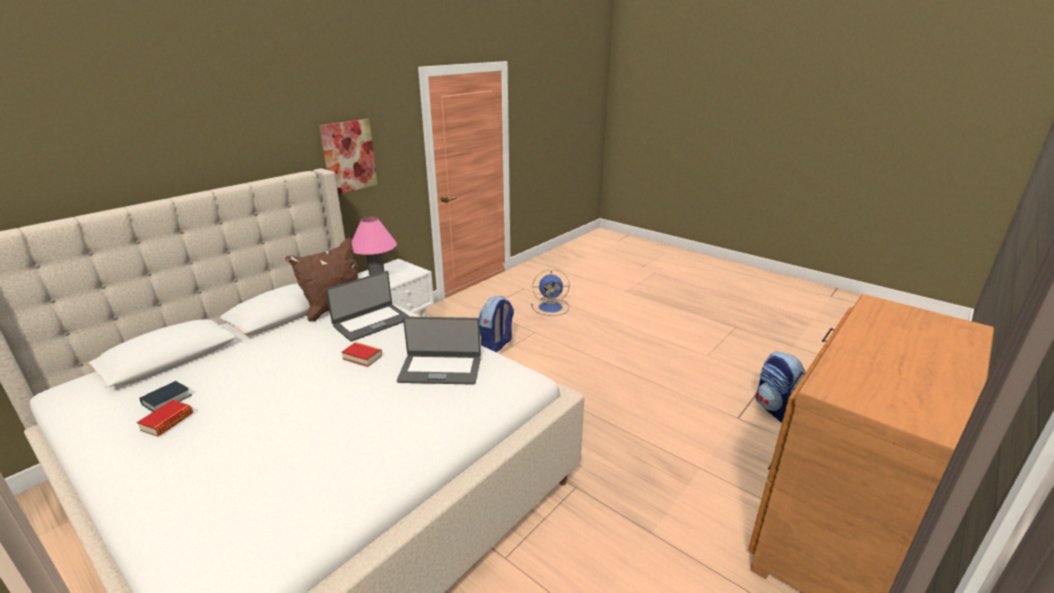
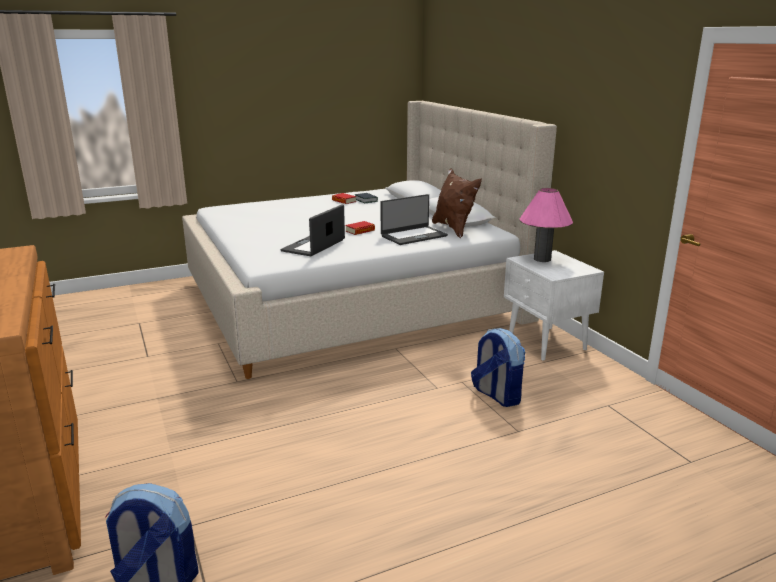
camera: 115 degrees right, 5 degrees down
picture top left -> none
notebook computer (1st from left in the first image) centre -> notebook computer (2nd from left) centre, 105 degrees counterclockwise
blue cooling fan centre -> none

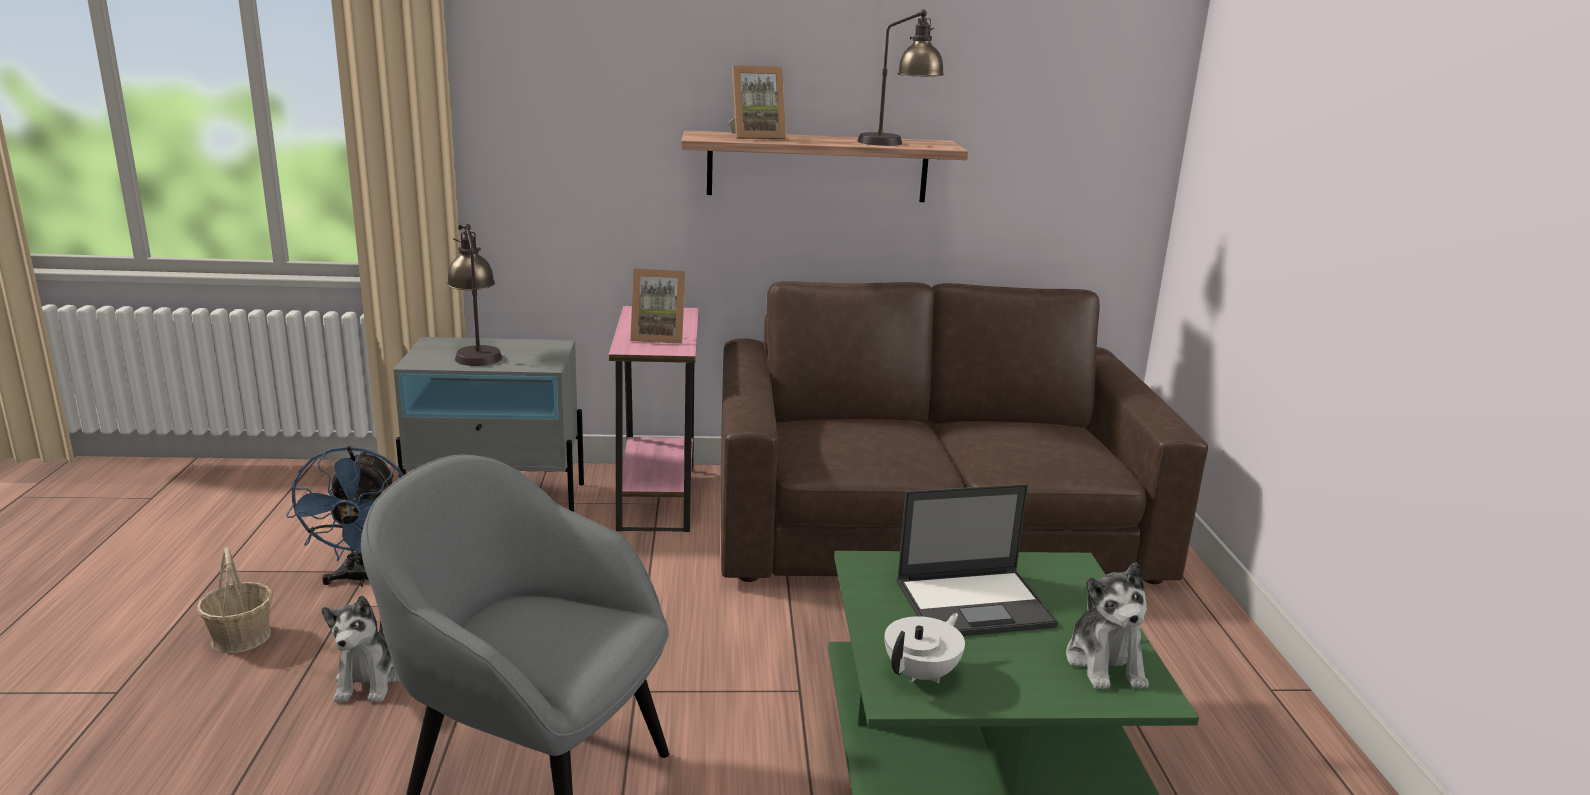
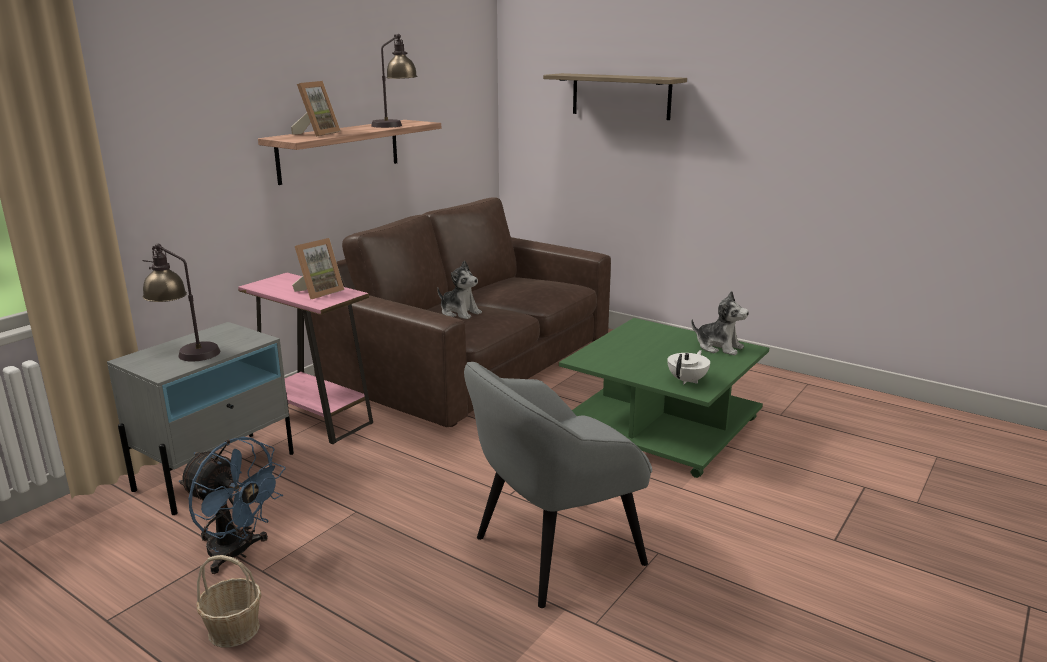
camera: 50 degrees left, 0 degrees up
plush toy (1st from left) bottom left -> plush toy (1st from left) centre, moved
whitish teapot bottom centre -> whitish teapot centre, 45 degrees clockwise
notebook computer bottom centre -> none
none -> bracket shelf (2nd from left) top centre

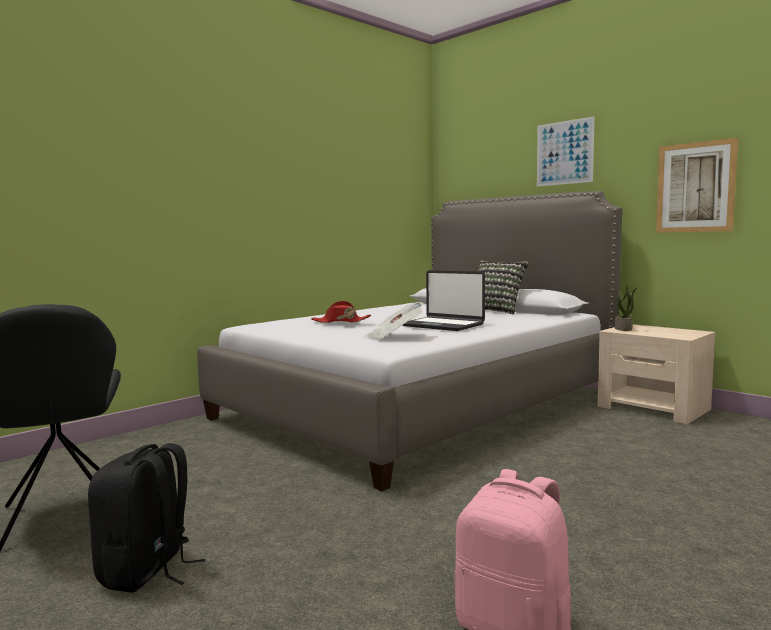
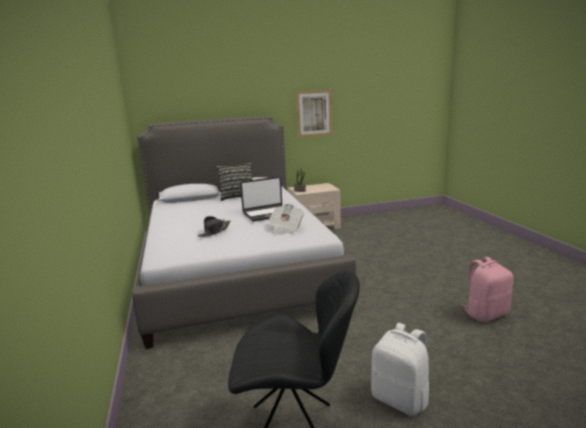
camera: 60 degrees left, 10 degrees up
blackish knapsack bottom left -> whitish knapsack bottom right
red-coloured clothing hat centre -> blackish clothing hat centre
picture (1st from left) top right -> none

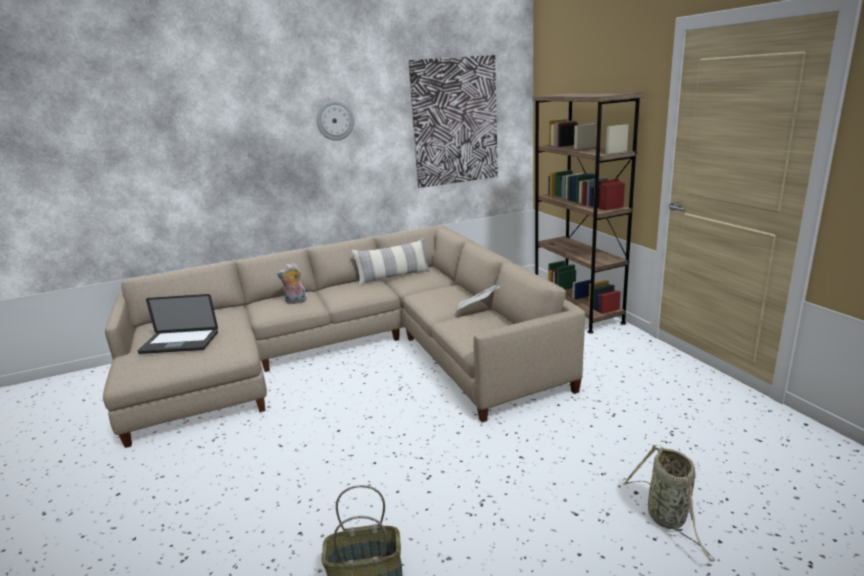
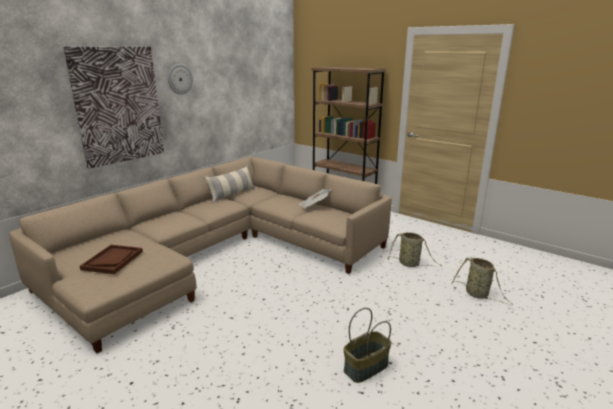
camera: 30 degrees left, 0 degrees up
notebook computer middle left -> brown-coloured tray middle left
plush toy centre -> none
picture top centre -> picture top left, moved
none -> household basket (2nd from left) middle right

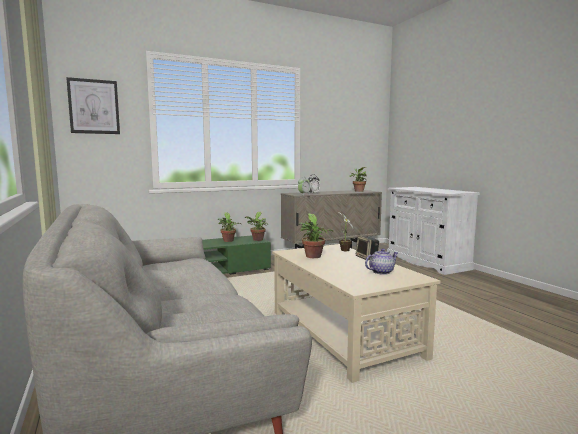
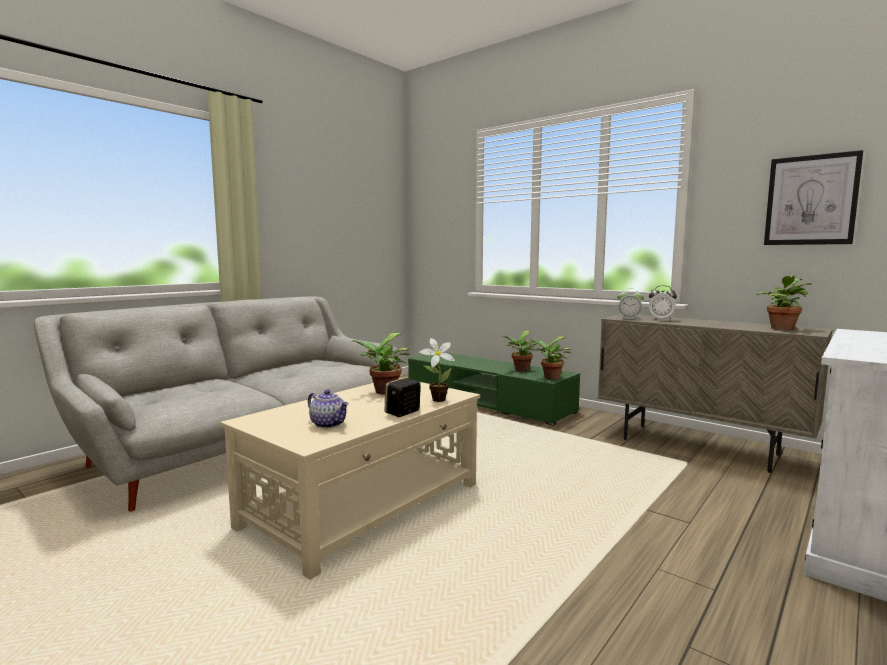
camera: 65 degrees right, 0 degrees up
picture top left -> picture top right, moved

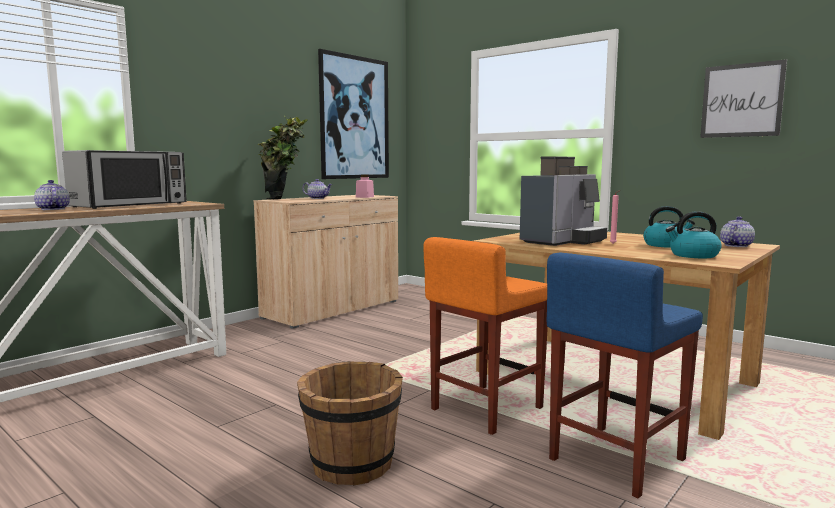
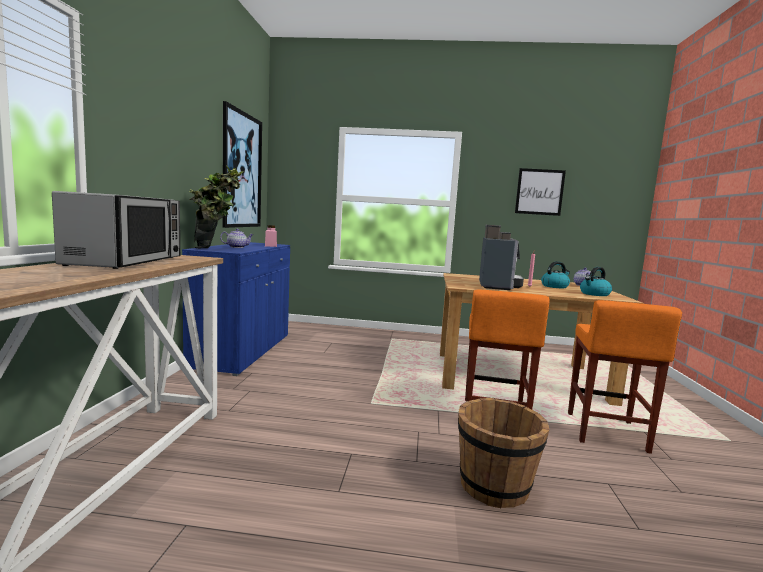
camera: 35 degrees left, 0 degrees up
teapot (1st from left) middle left -> none
beige cabinet centre -> blue cabinet middle left
blue sitting stool bottom right -> orange-coloured sitting stool (2nd from left) middle right

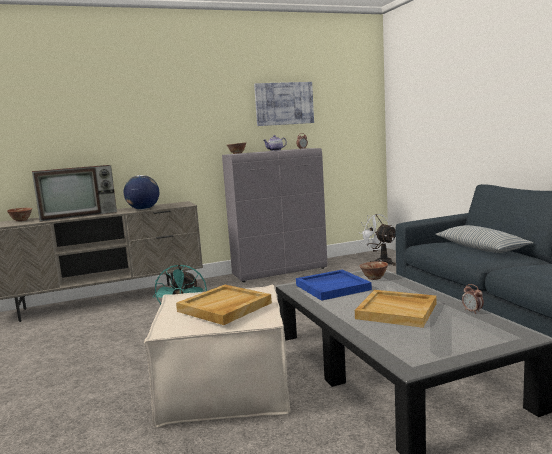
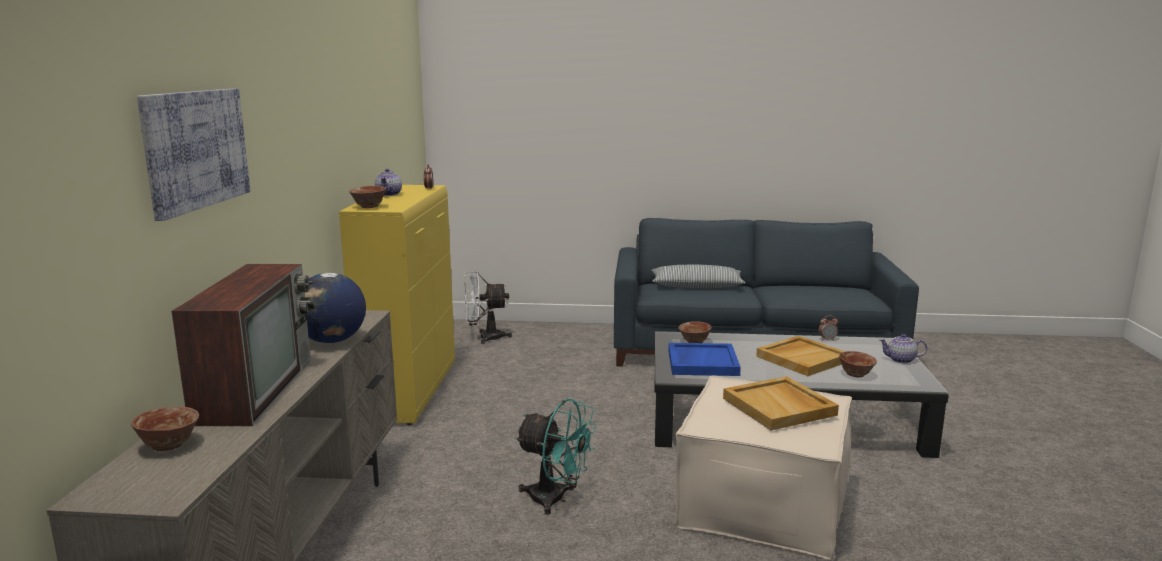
camera: 65 degrees left, 5 degrees up
grey cabinet centre -> yellowish cabinet centre
picture top centre -> picture top left, moved
none -> serving bowl (4th from left) middle right
none -> teapot (2nd from left) middle right

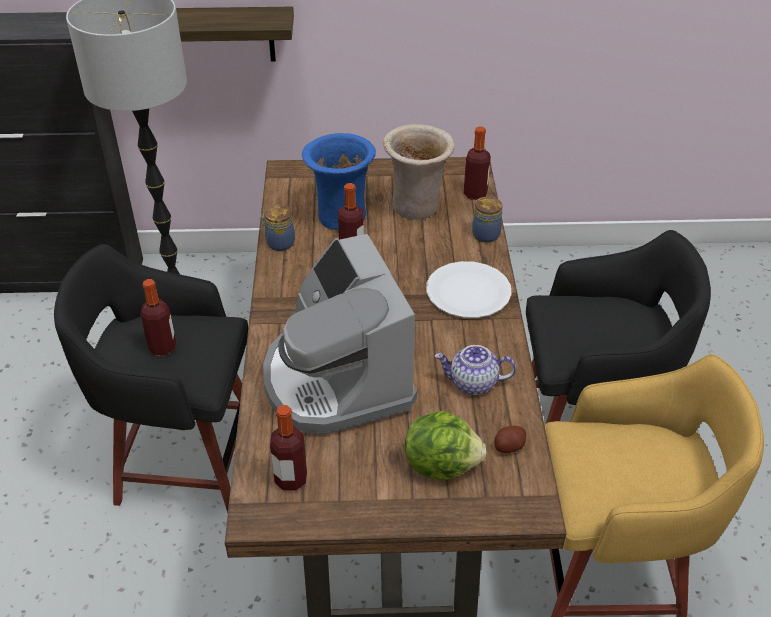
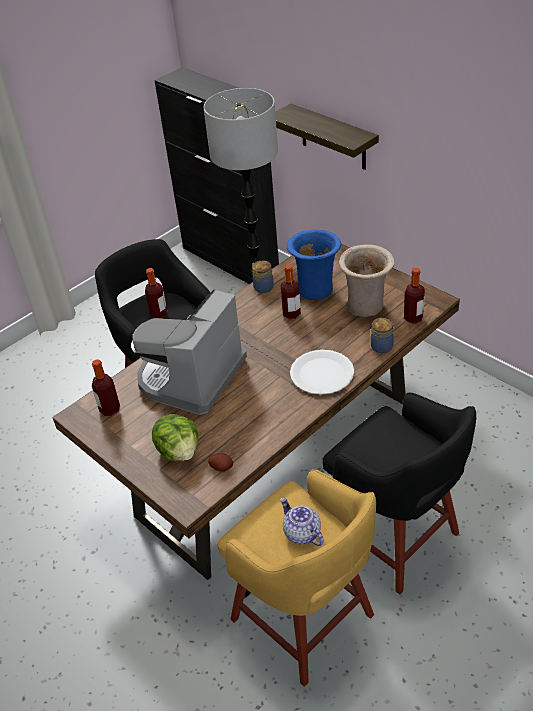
camera: 50 degrees right, 0 degrees up
teapot centre -> teapot bottom centre, moved

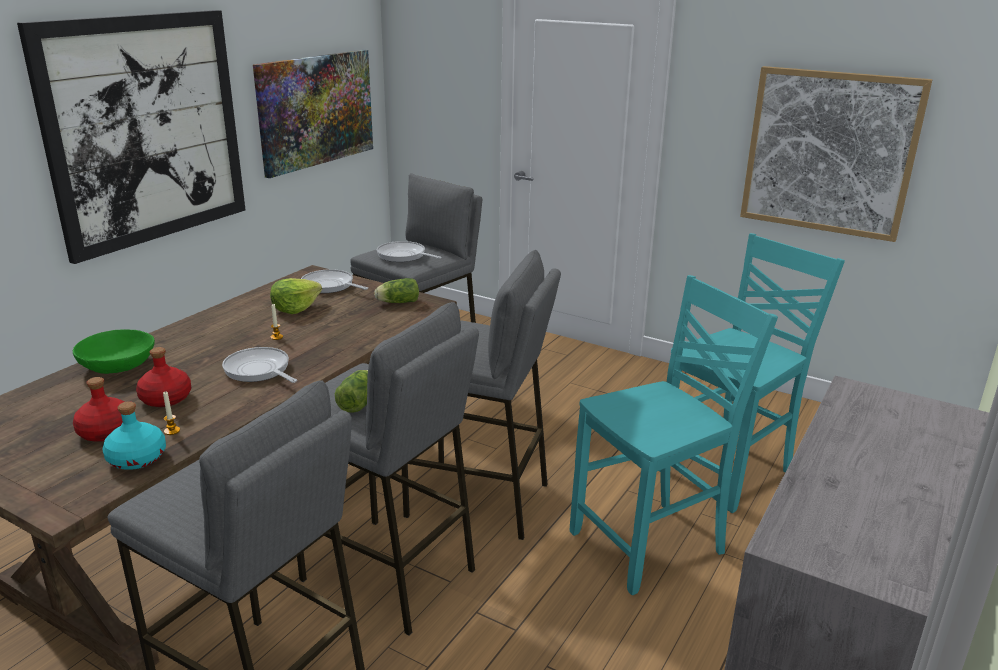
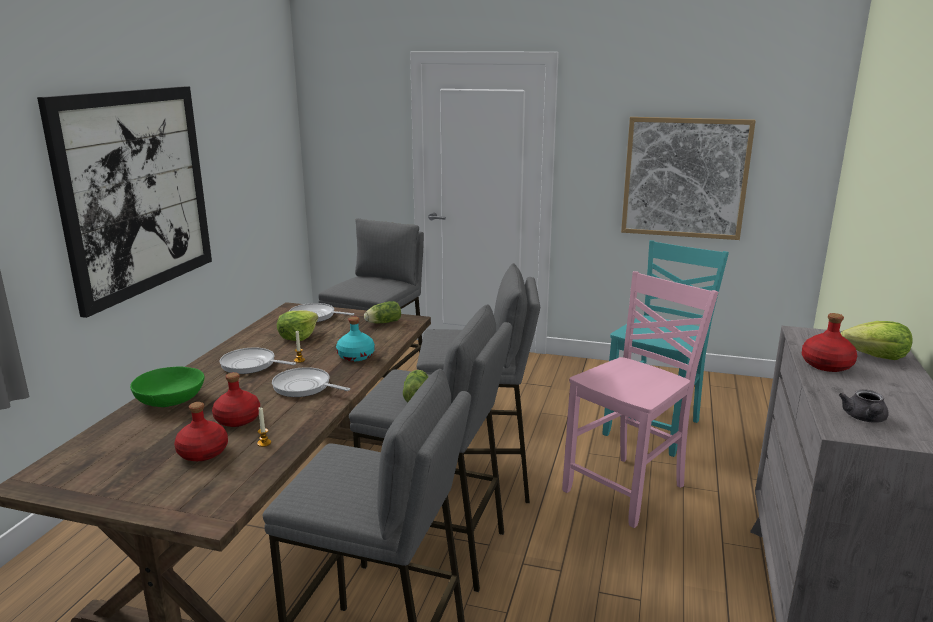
camera: 15 degrees left, 5 degrees down
turquoise-coloured beverage bottle middle left -> turquoise-coloured beverage bottle centre, moved
picture (2nd from left) top left -> none
skillet (3rd from left in the first image) centre -> skillet (1st from left) middle left, moved
turquoise-coloured plain chair (1st from left) middle right -> pink plain chair middle right
none -> red-coloured beverage bottle (3rd from left) middle right
none -> grey teapot middle right
none -> lettuce head (4th from left) middle right

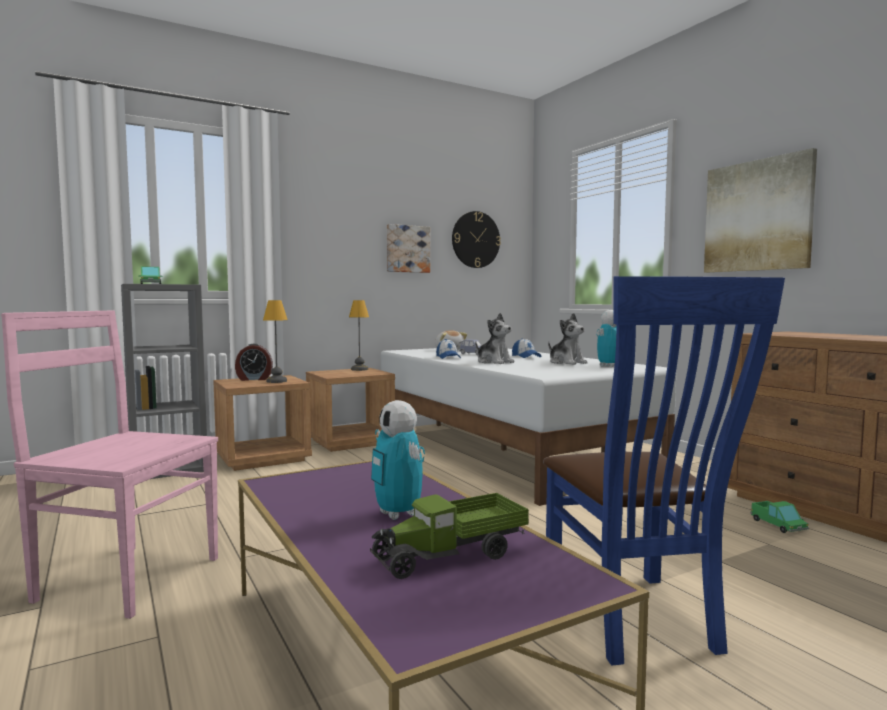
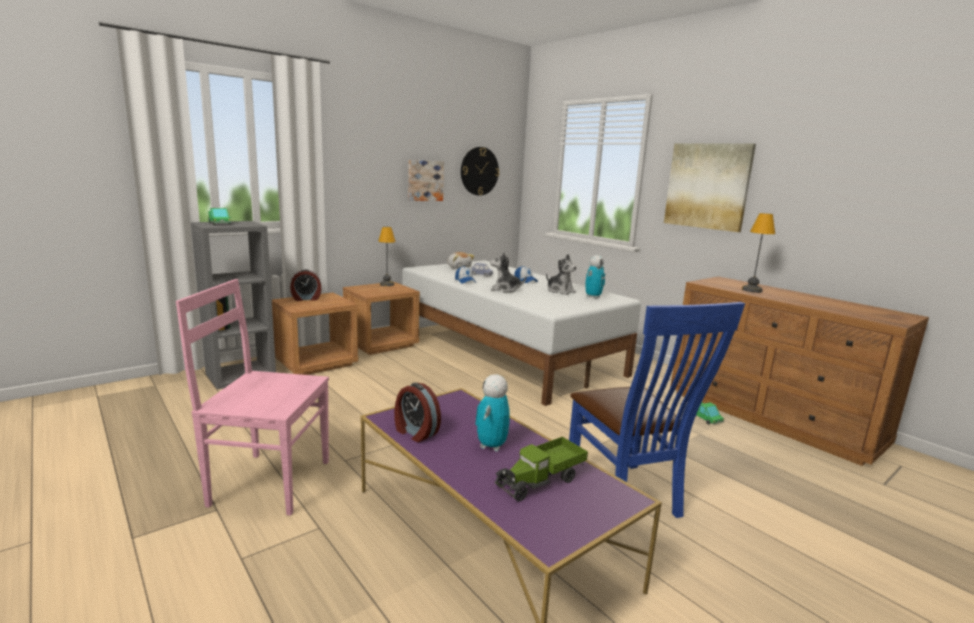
camera: 10 degrees left, 10 degrees up
tabletop lamp (1st from left in the first image) middle left -> tabletop lamp (2nd from left) middle right, moved
toy robot (1st from left) centre, 60 degrees clockwise
plush toy (2nd from left) centre, 150 degrees clockwise
none -> table clock (2nd from left) centre

